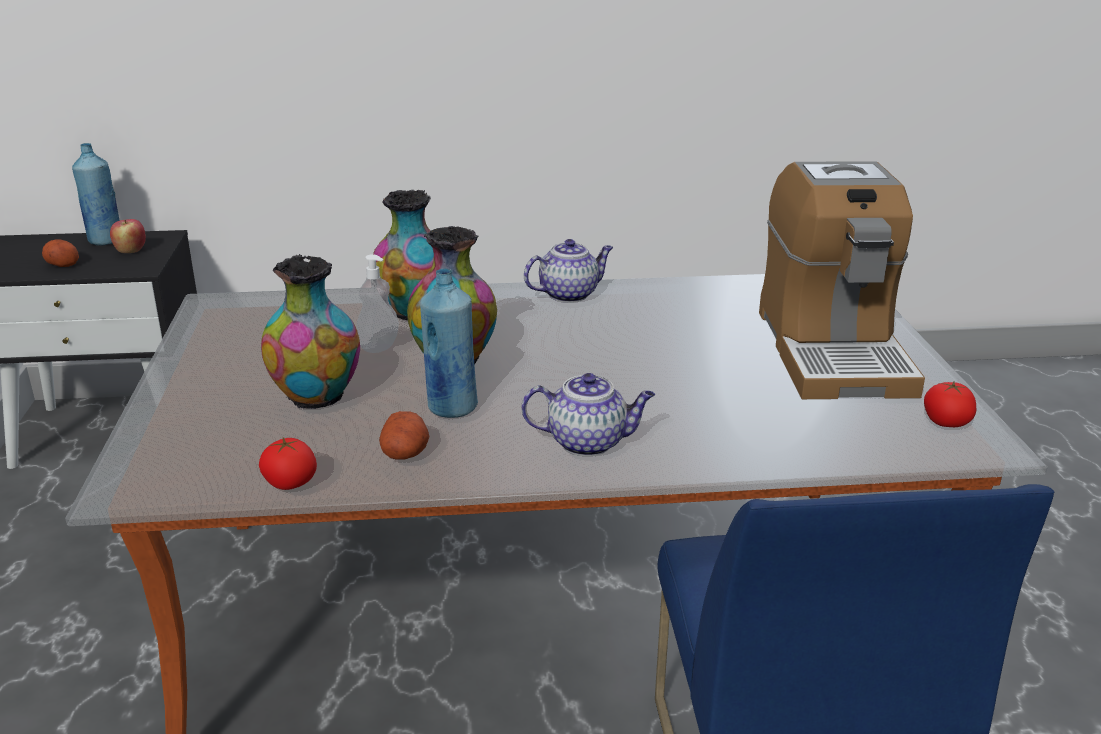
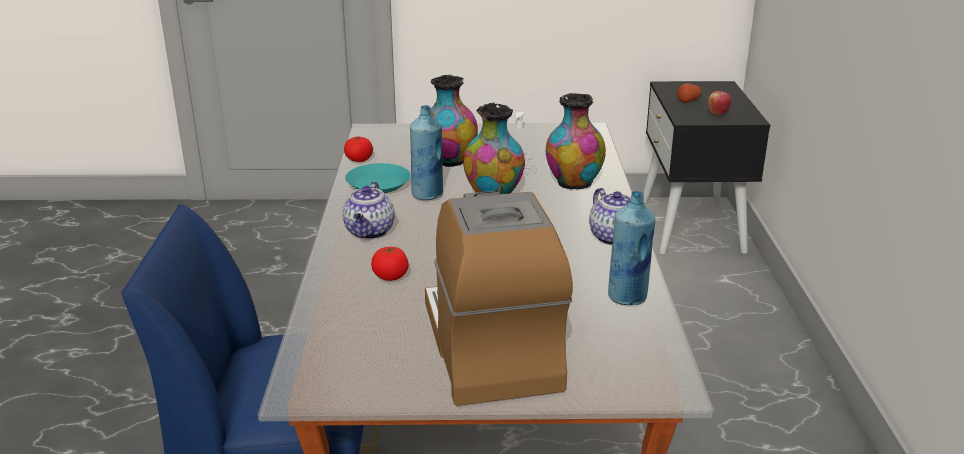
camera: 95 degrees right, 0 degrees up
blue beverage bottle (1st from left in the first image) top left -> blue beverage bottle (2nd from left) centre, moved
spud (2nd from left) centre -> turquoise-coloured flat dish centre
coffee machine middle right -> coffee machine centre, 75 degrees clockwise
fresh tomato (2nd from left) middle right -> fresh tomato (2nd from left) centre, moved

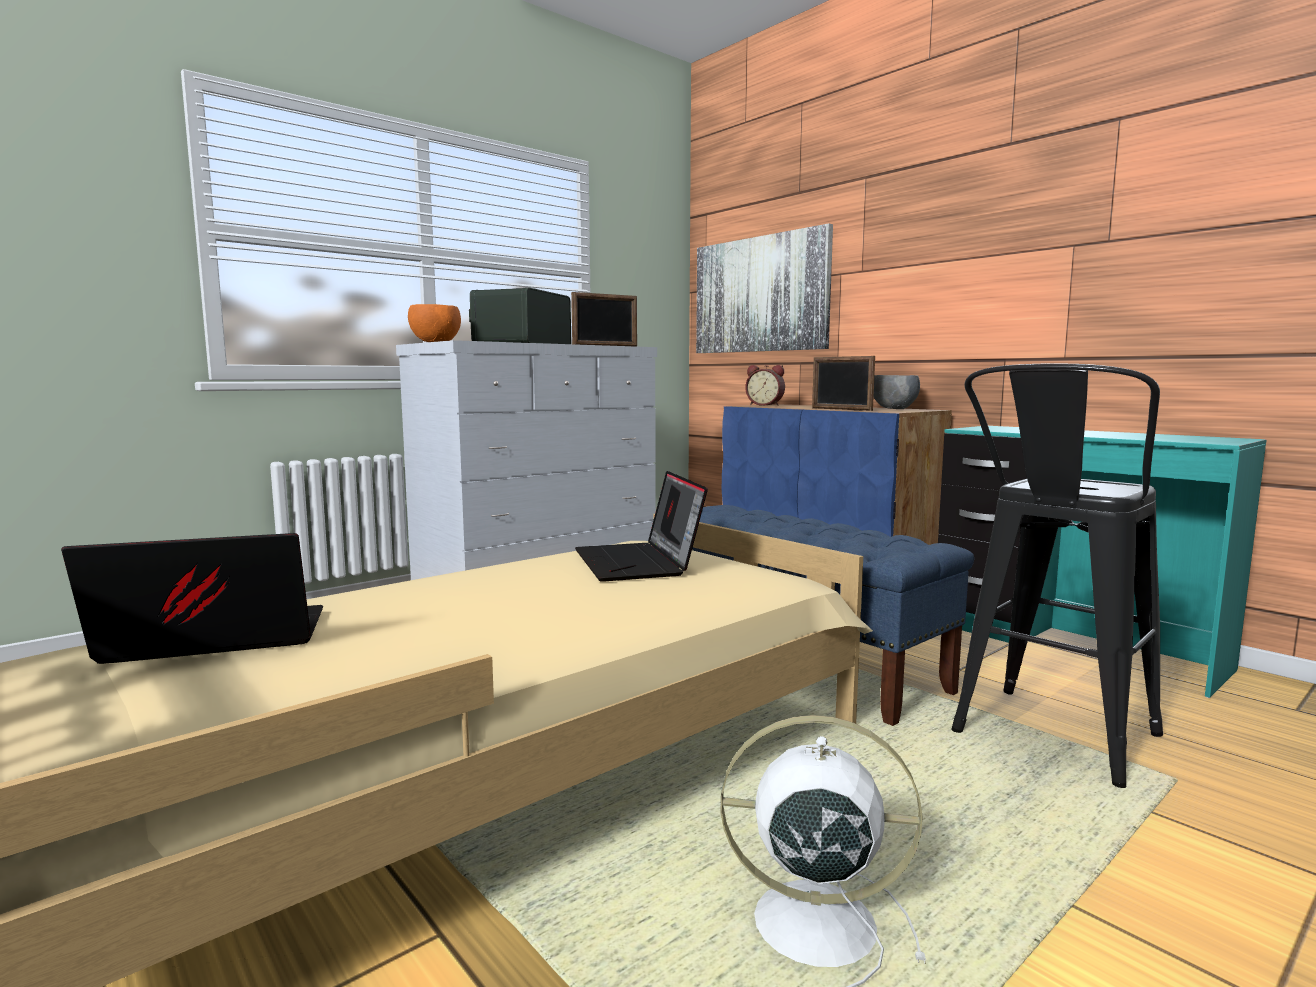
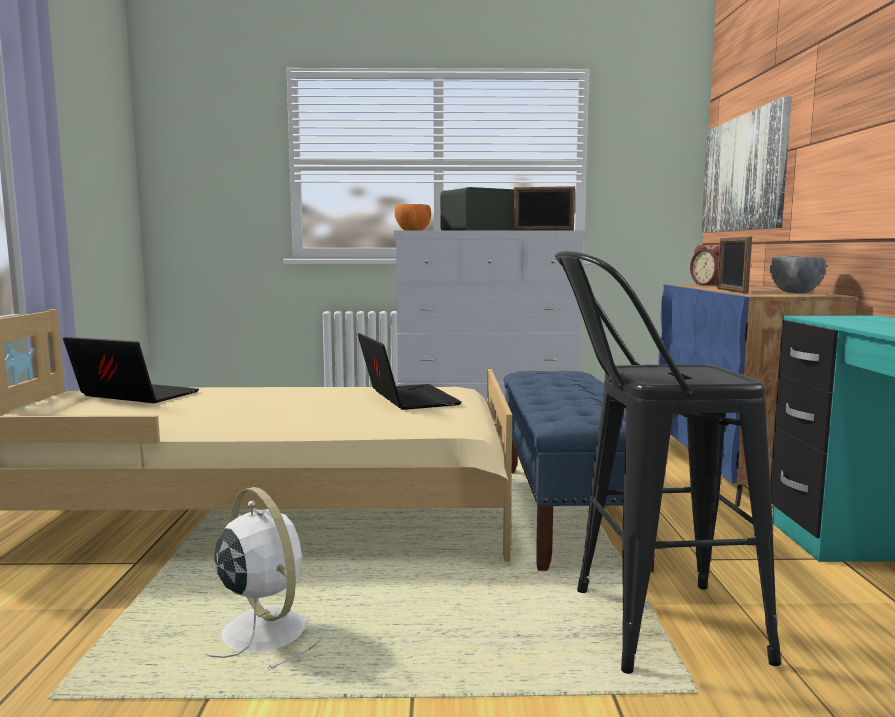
camera: 40 degrees right, 0 degrees up
notebook computer (2nd from left) centre, 135 degrees clockwise

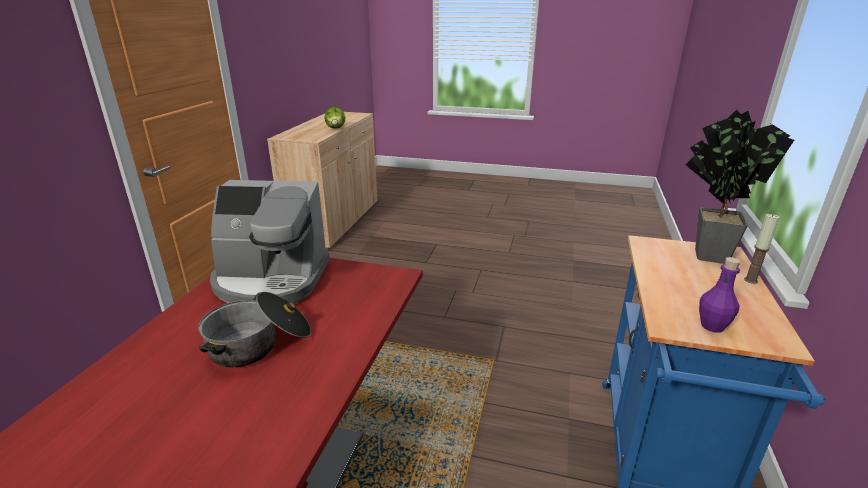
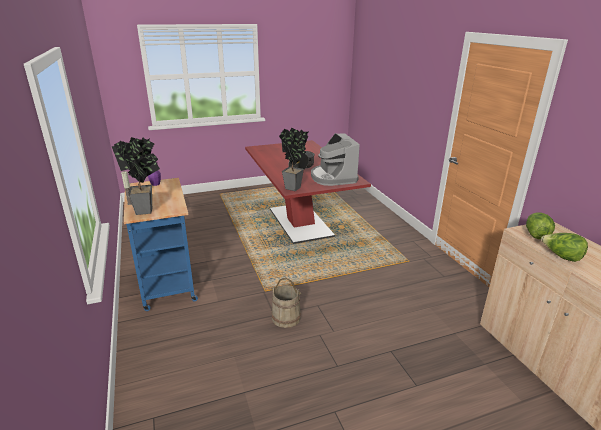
camera: 145 degrees right, 0 degrees up
coffee machine middle left -> coffee machine centre, 75 degrees counterclockwise
none -> beige pail bottom centre
none -> plant in a pot (2nd from left) centre
none -> lettuce head (1st from left) middle right

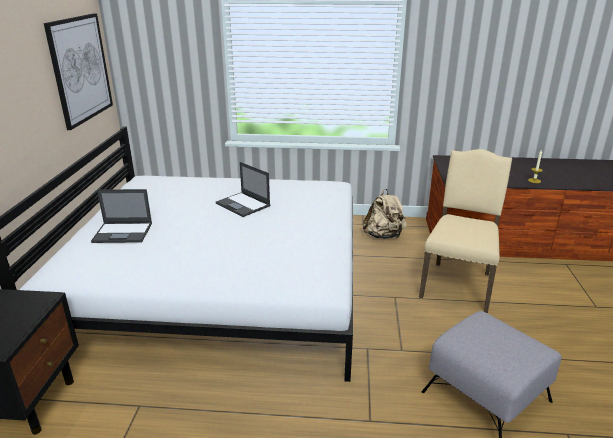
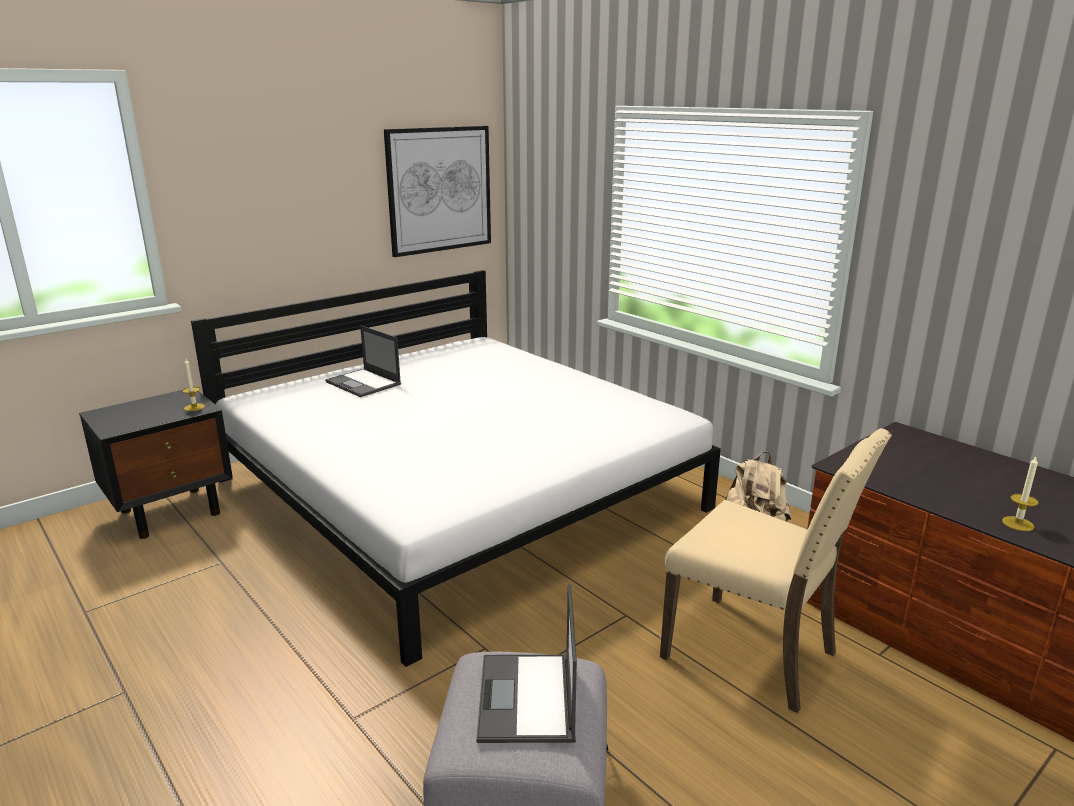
camera: 45 degrees right, 5 degrees down
notebook computer (2nd from left) centre -> notebook computer (2nd from left) bottom centre, moved
beige plain chair middle right -> beige plain chair bottom right, 60 degrees clockwise
none -> wax light (1st from left) middle left

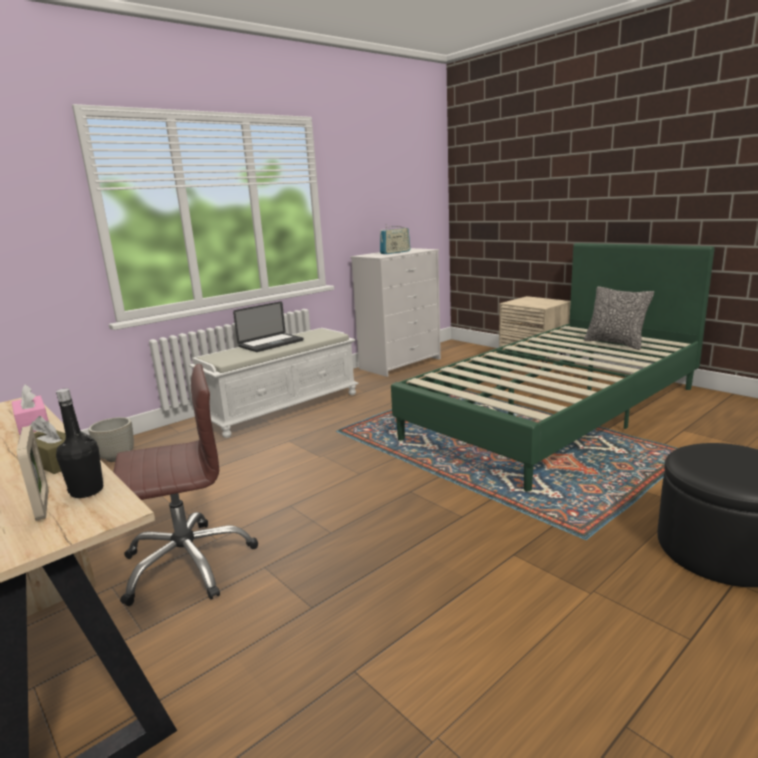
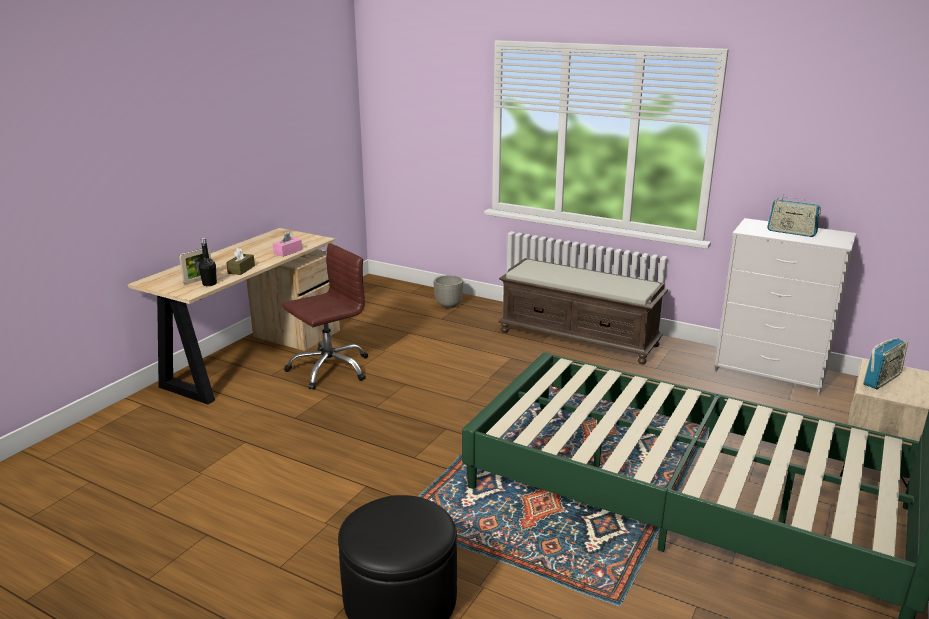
camera: 70 degrees right, 5 degrees up
brown-coloured computer chair middle left -> brown-coloured computer chair centre, 90 degrees counterclockwise
whitish bench centre -> brown-coloured bench centre
notebook computer centre -> none
pillow middle right -> none
none -> radio set (2nd from left) middle right

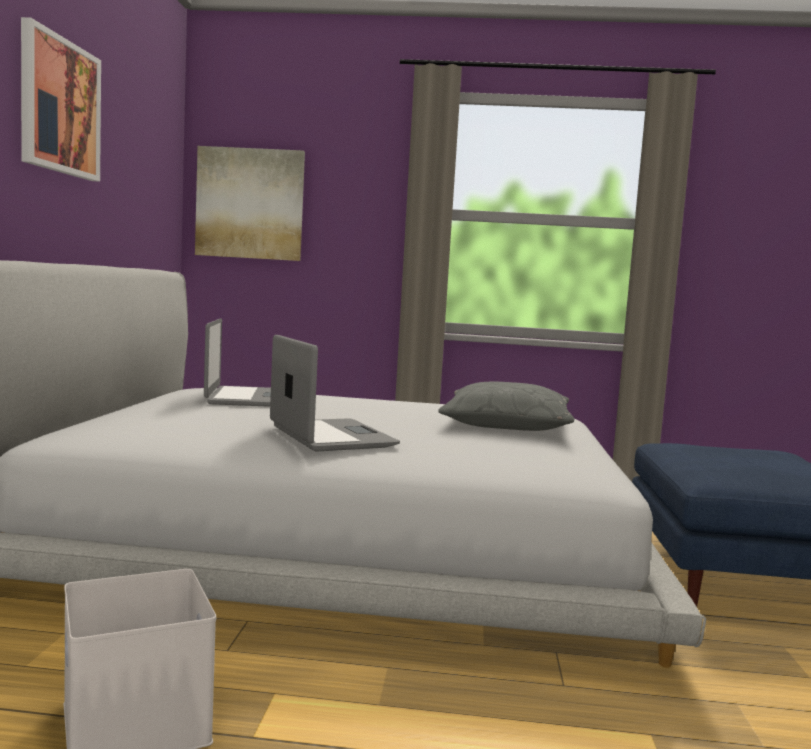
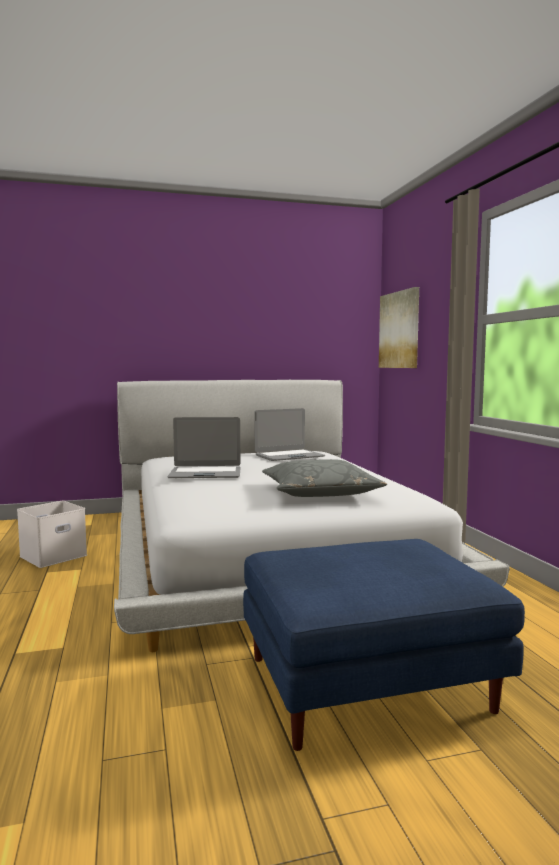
camera: 70 degrees right, 0 degrees up
picture (1st from left) top left -> none
notebook computer (2nd from left in the first image) centre -> notebook computer (1st from left) centre, 45 degrees clockwise

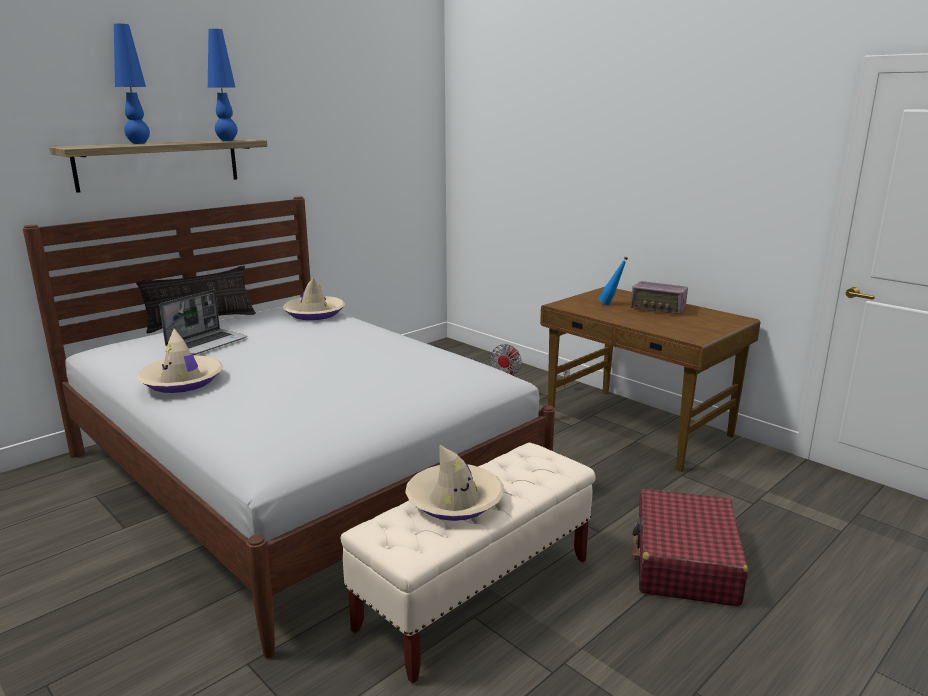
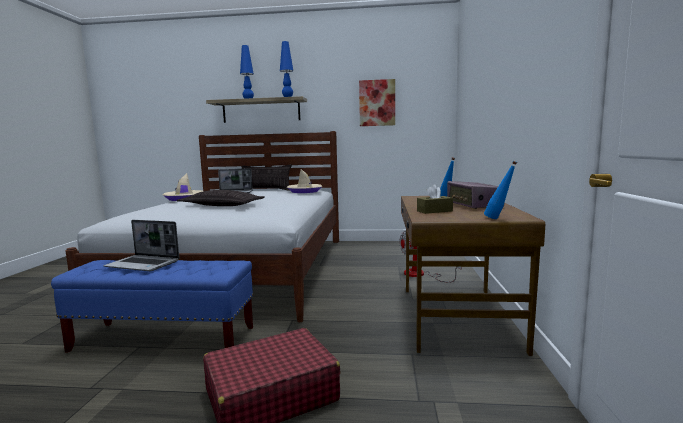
camera: 50 degrees right, 10 degrees down
beige bench bottom centre -> blue bench bottom left
beige clothing hat (3rd from left) bottom centre -> notebook computer (1st from left) middle left
none -> pillow (1st from left) middle left
none -> picture top centre
none -> brown-coloured box of tissues centre
none -> blue beverage bottle (2nd from left) middle right

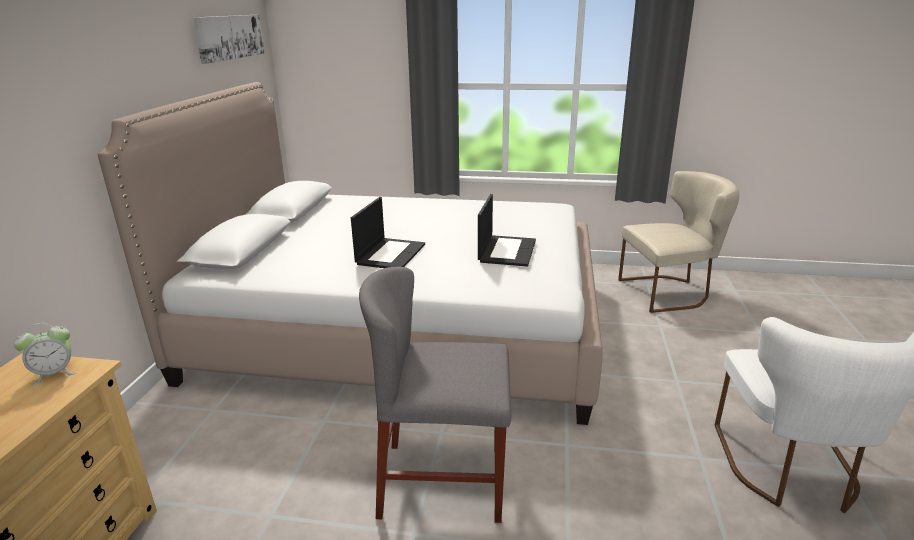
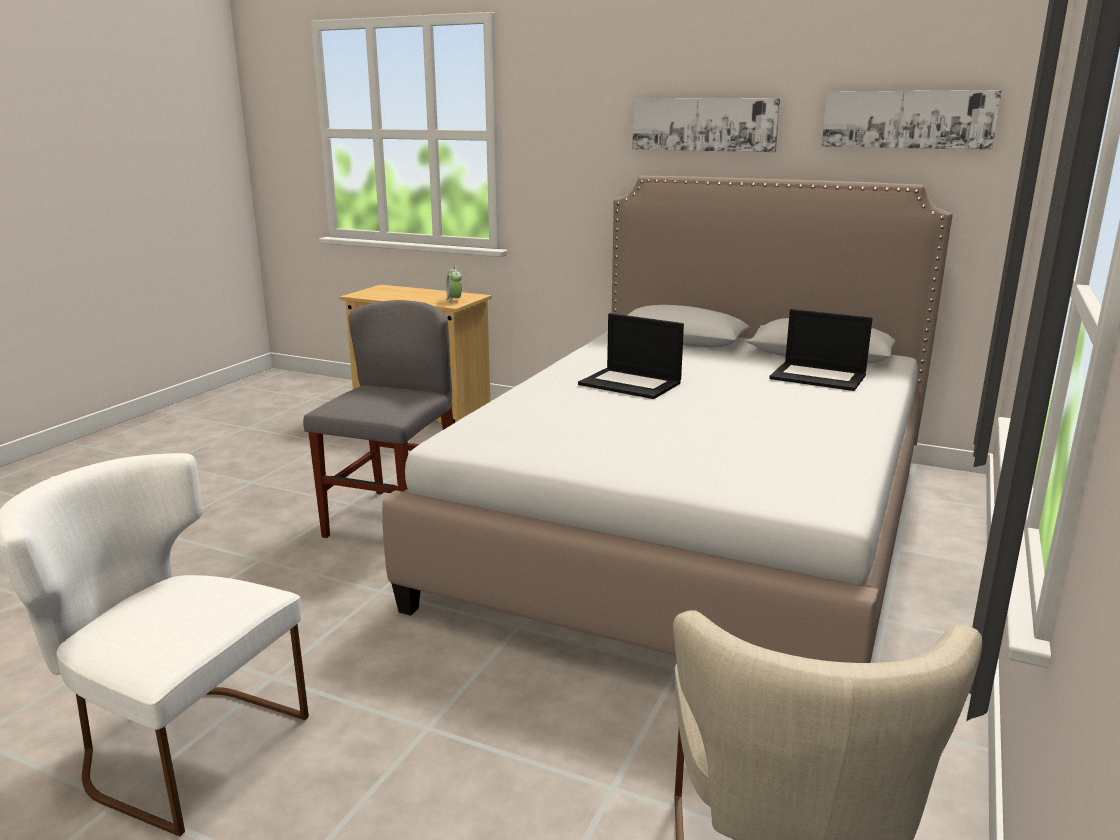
camera: 105 degrees right, 5 degrees down
notebook computer (2nd from left) centre -> notebook computer (2nd from left) middle right, moved
none -> picture (1st from left) top centre

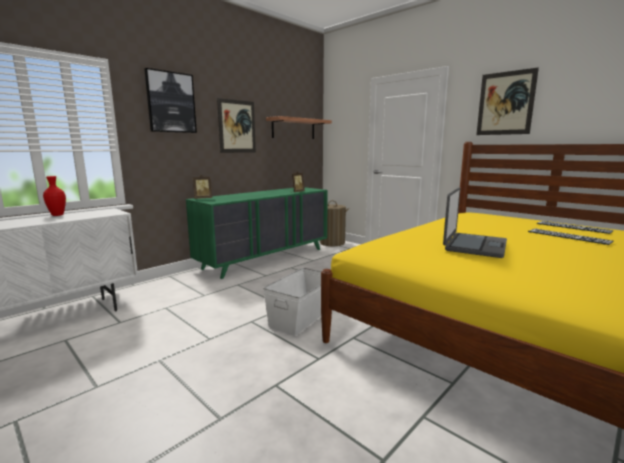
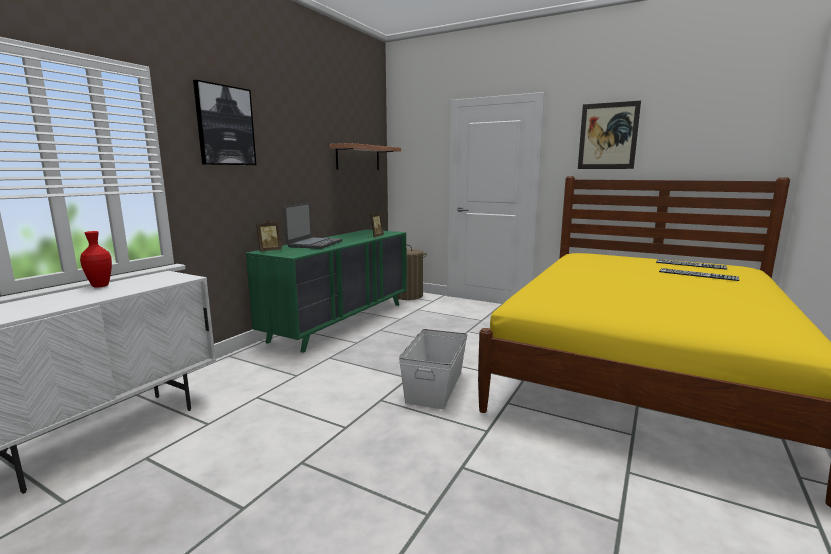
camera: 15 degrees left, 0 degrees up
picture (2nd from left) top centre -> none
notebook computer middle right -> notebook computer centre, moved

